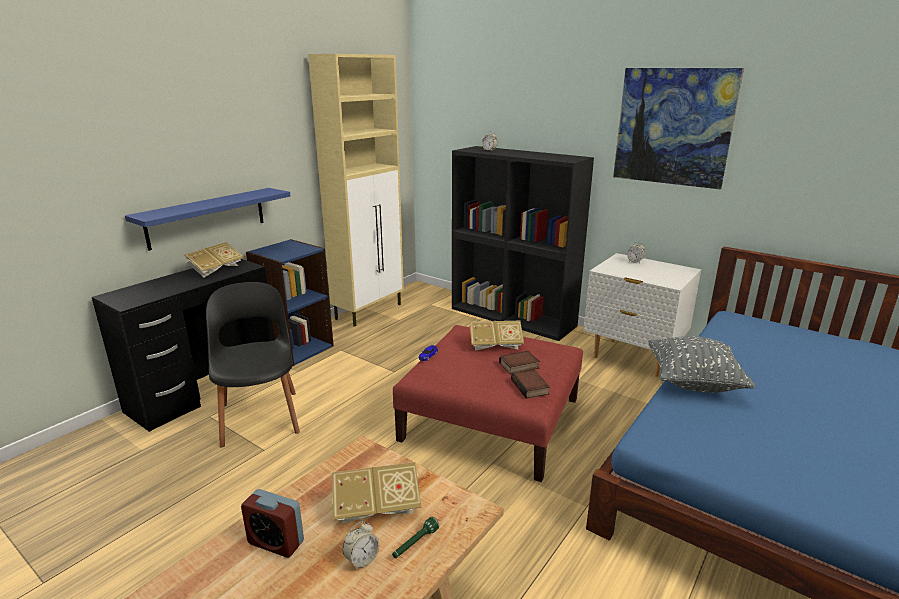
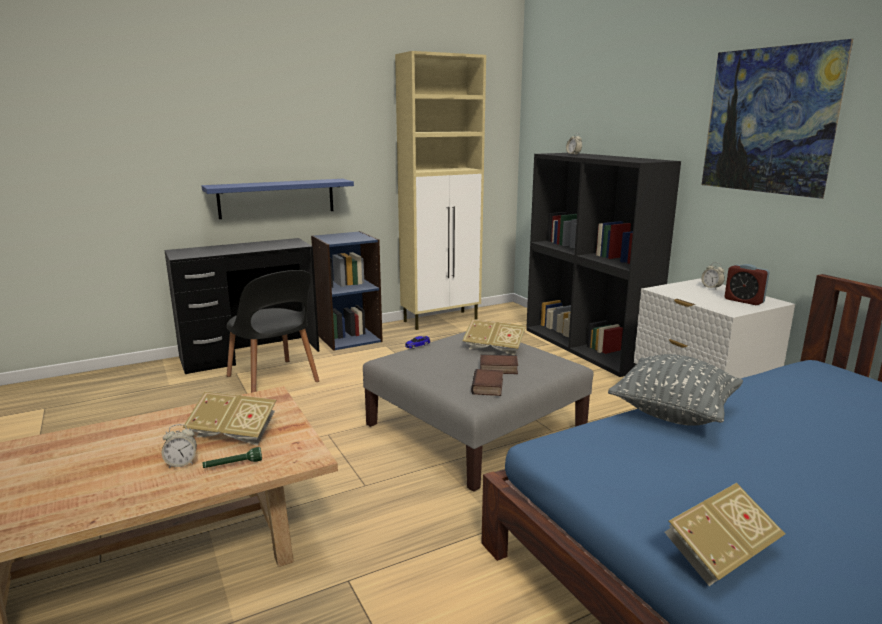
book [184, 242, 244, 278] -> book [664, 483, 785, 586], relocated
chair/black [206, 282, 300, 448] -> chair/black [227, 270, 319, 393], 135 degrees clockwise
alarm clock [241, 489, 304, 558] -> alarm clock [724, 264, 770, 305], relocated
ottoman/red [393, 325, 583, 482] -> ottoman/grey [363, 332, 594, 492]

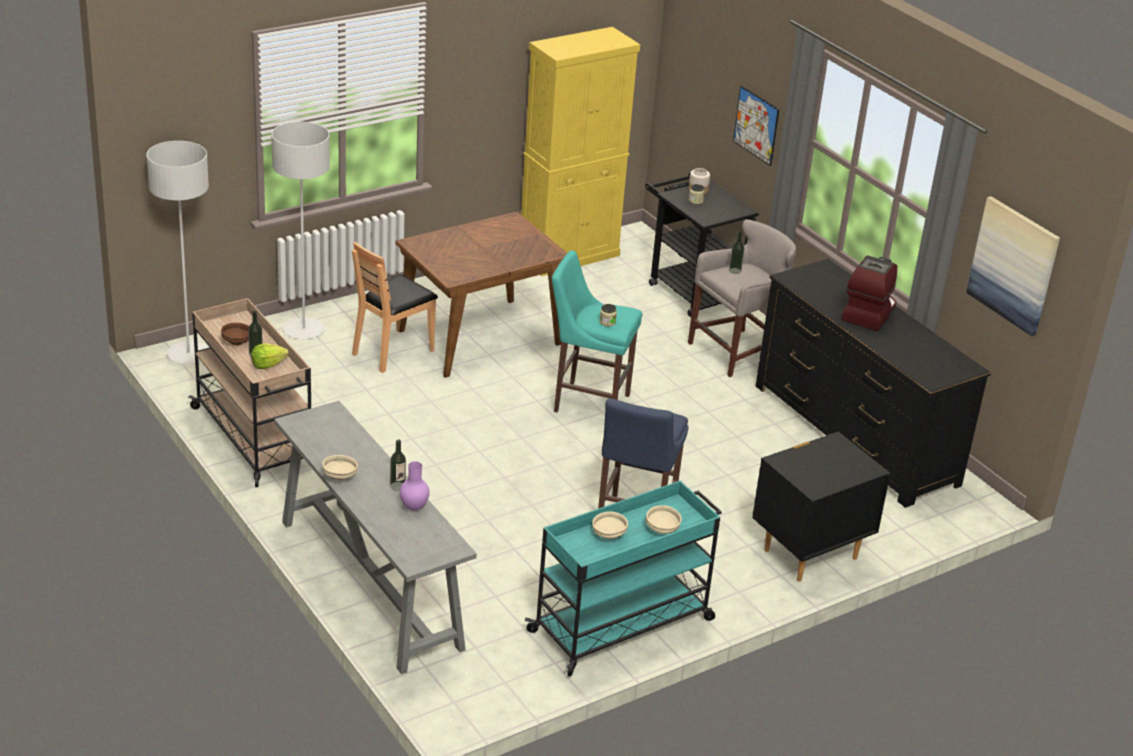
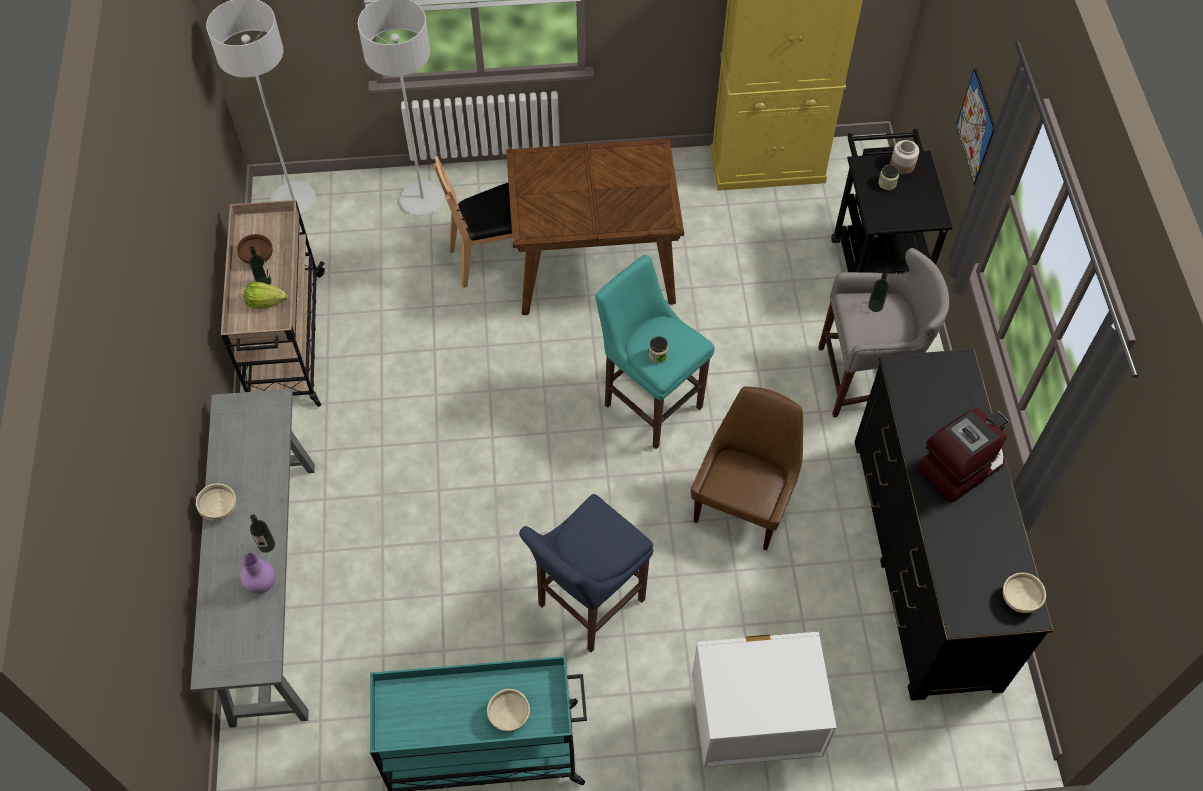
bowl/beige [592, 511, 628, 539] -> bowl/beige [1003, 573, 1046, 613], relocated
nightstand/black [752, 431, 890, 582] -> nightstand/white [692, 631, 837, 767]
picture [966, 196, 1060, 336] -> none
none -> chair/brown [691, 387, 803, 551]

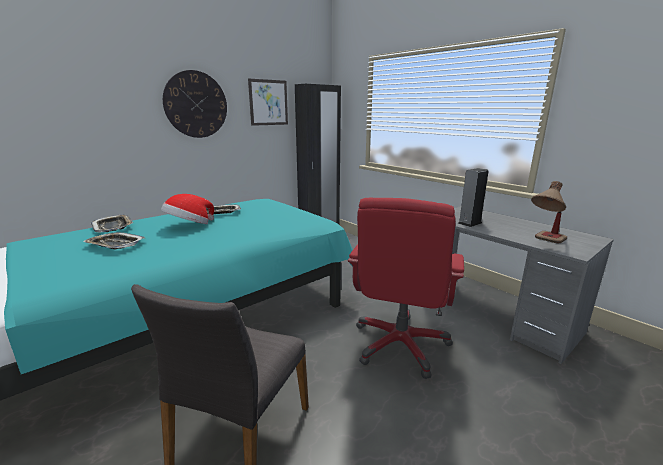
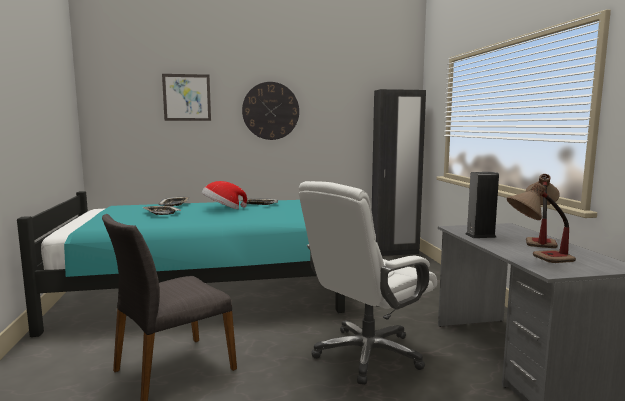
picture [248, 79, 288, 126] -> picture [162, 74, 211, 121], relocated
office chair/red [348, 198, 464, 379] -> office chair/white [299, 181, 437, 385]
none -> table lamp [526, 174, 560, 248]

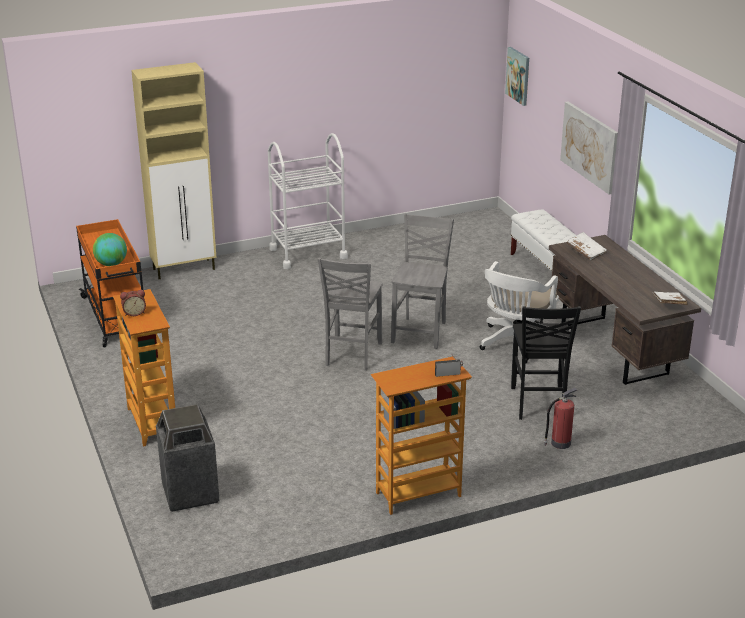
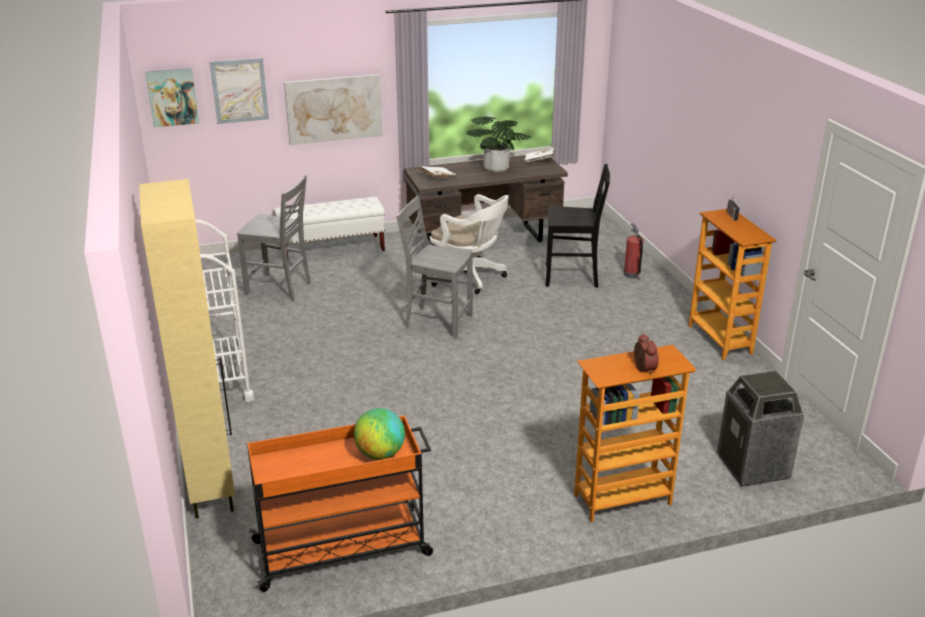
chair/grey [318, 258, 383, 370] -> chair/grey [237, 175, 311, 301], relocated
none -> picture [210, 58, 269, 124]
none -> potted plant [466, 117, 532, 173]

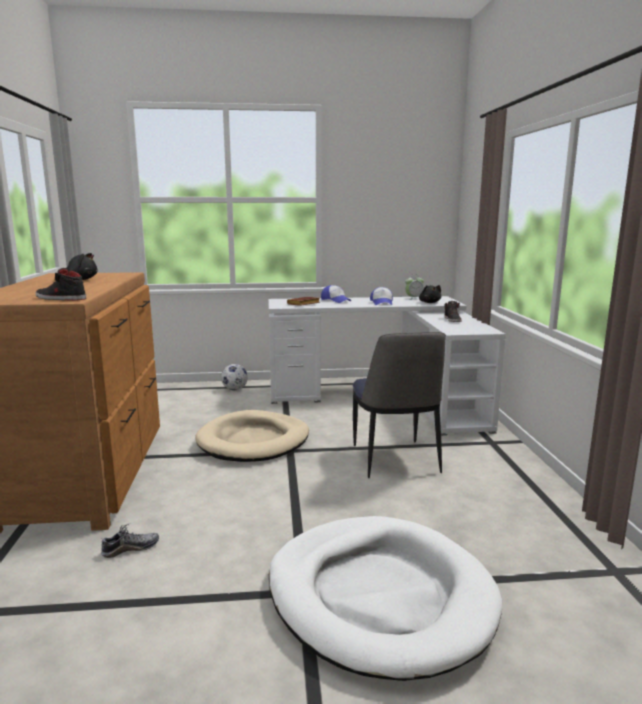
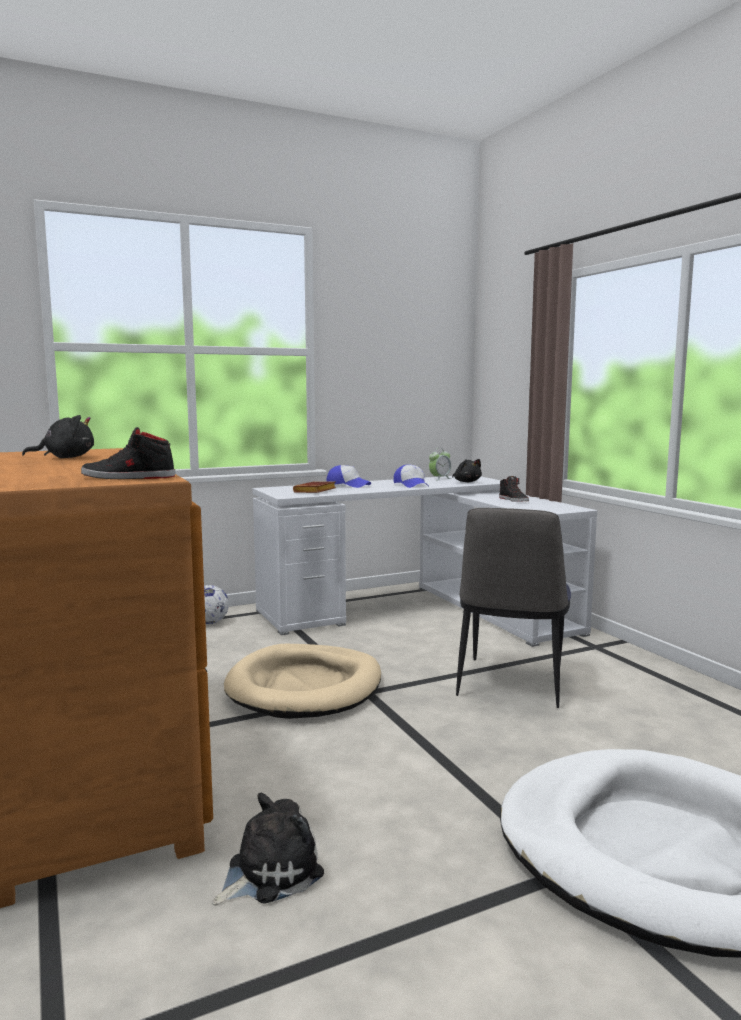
shoe [101, 524, 159, 558] -> plush toy [212, 792, 324, 906]
chair [353, 332, 446, 478] -> chair [456, 508, 571, 708], 45 degrees clockwise

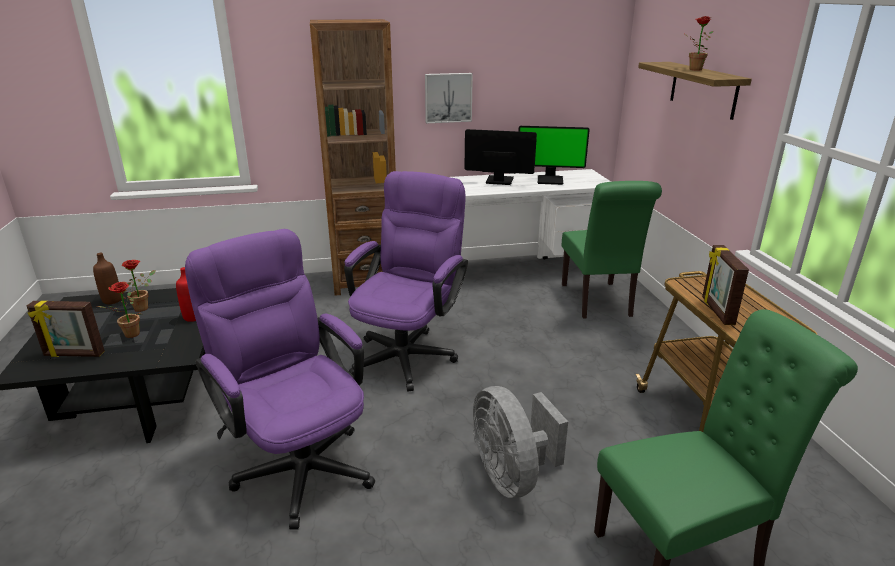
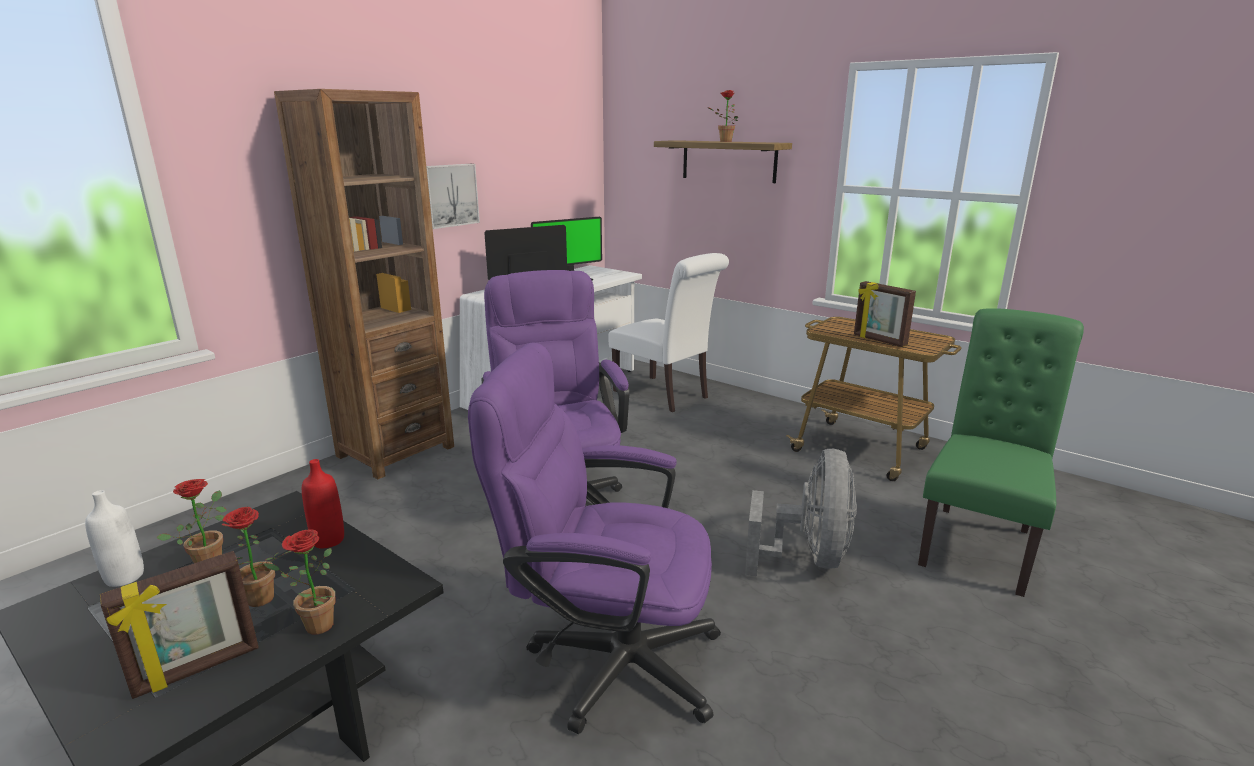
bottle/brown [93, 253, 122, 304] -> bottle/white [85, 490, 144, 587]
fan/grey [473, 386, 568, 498] -> fan/grey [745, 449, 857, 577], 105 degrees counterclockwise
chair/green [562, 181, 662, 319] -> chair/white [608, 253, 729, 412]
none -> potted plant [264, 529, 335, 635]

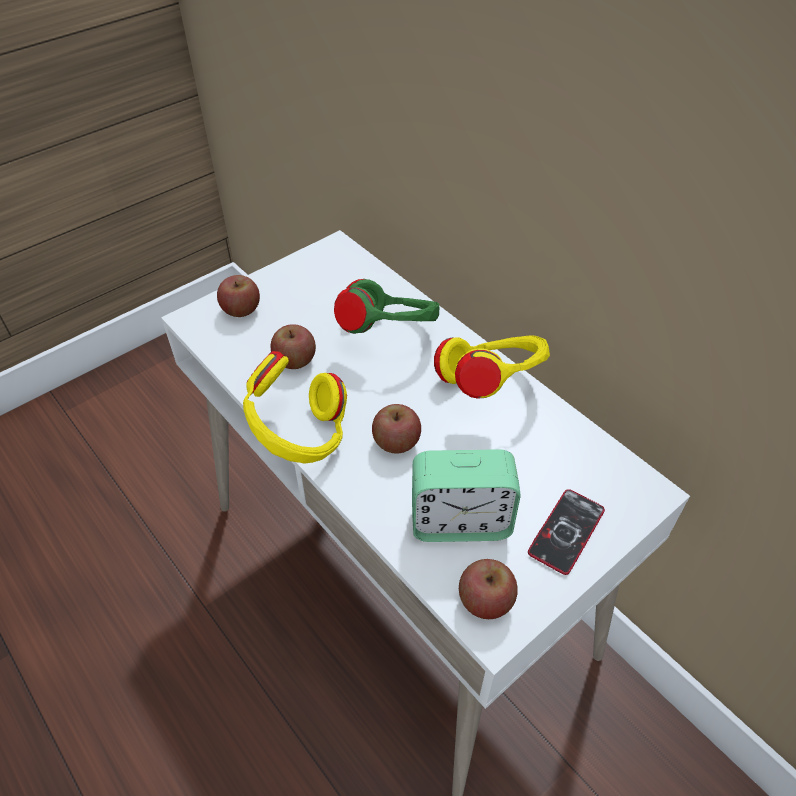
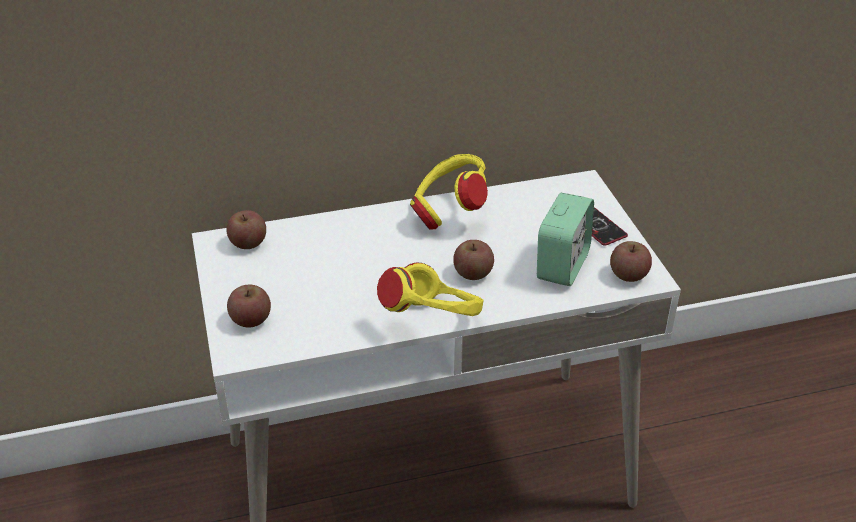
apple [270, 324, 316, 369] -> apple [226, 210, 266, 249], relocated
headphones/green [334, 279, 439, 334] -> none

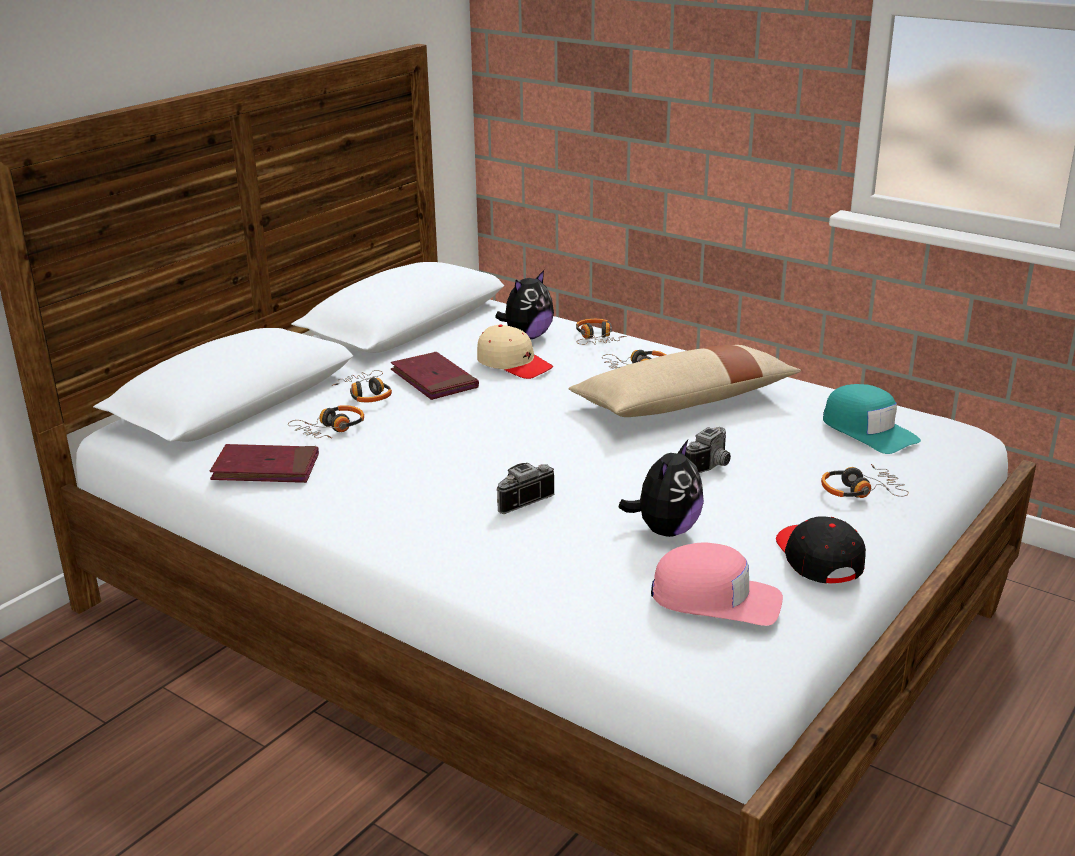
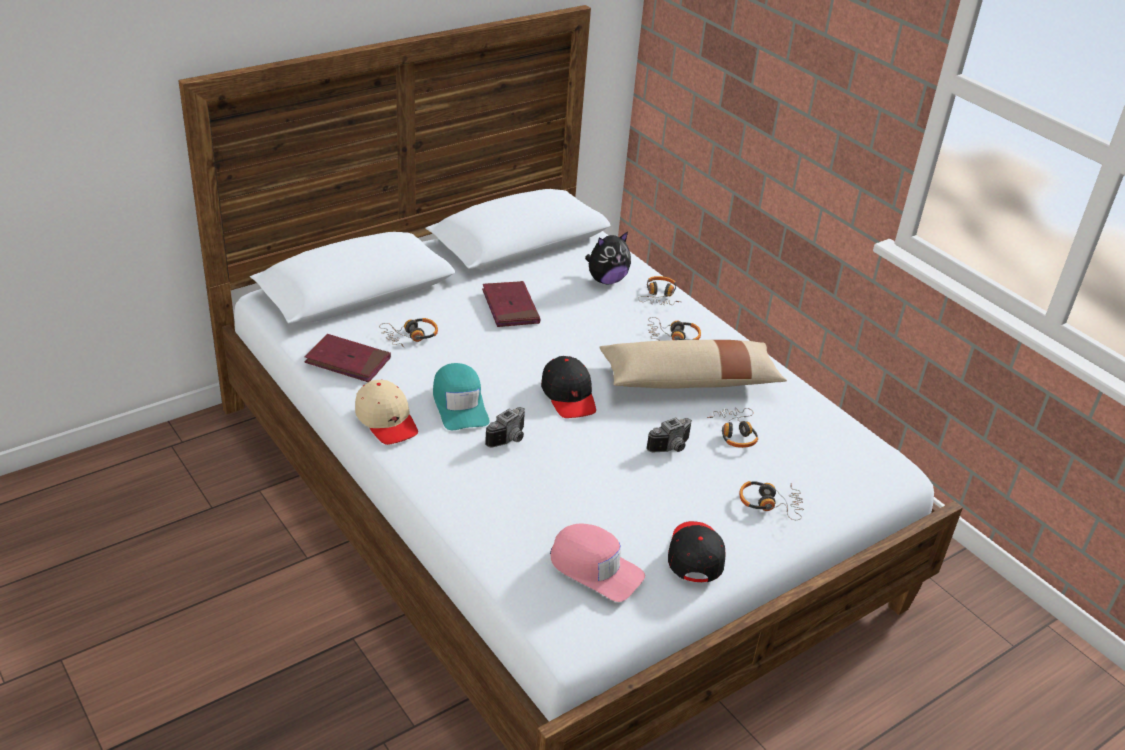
headphones [332, 370, 392, 402] -> headphones [707, 407, 758, 448], relocated
cap/beige [477, 325, 553, 379] -> cap/beige [355, 379, 418, 445], relocated
photo camera [497, 463, 554, 514] -> photo camera [485, 407, 525, 448], 150 degrees clockwise
plush toy [618, 440, 704, 537] -> none
cap/turquoise [823, 384, 921, 454] -> cap/turquoise [433, 363, 490, 430], relocated
none -> cap/black [541, 356, 596, 418]

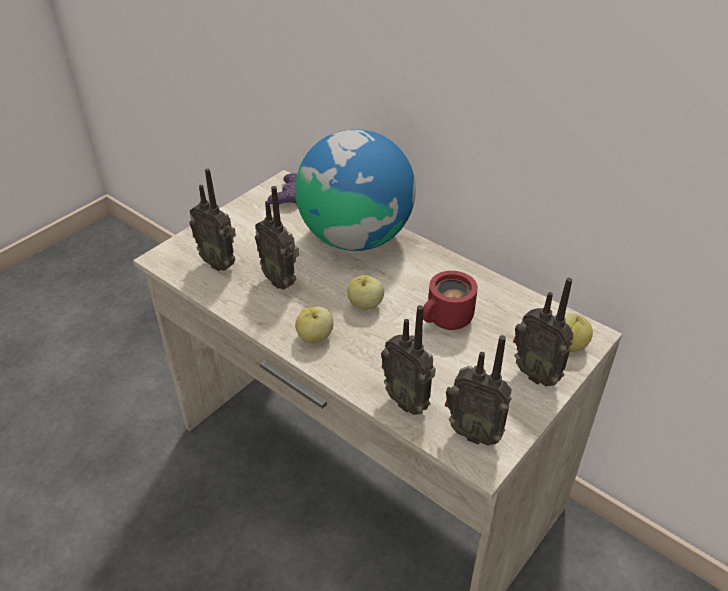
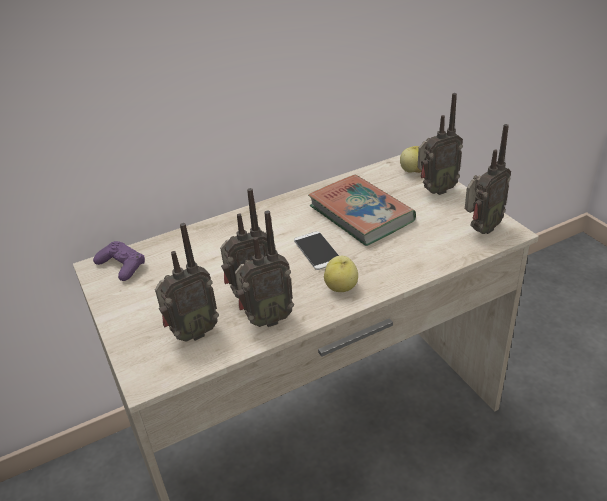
globe [295, 129, 416, 251] -> none
apple [348, 275, 384, 309] -> phone [294, 231, 339, 270]
radio [381, 305, 436, 415] -> radio [235, 211, 294, 327], relocated
mug/red [423, 271, 478, 330] -> book [308, 175, 416, 246]

